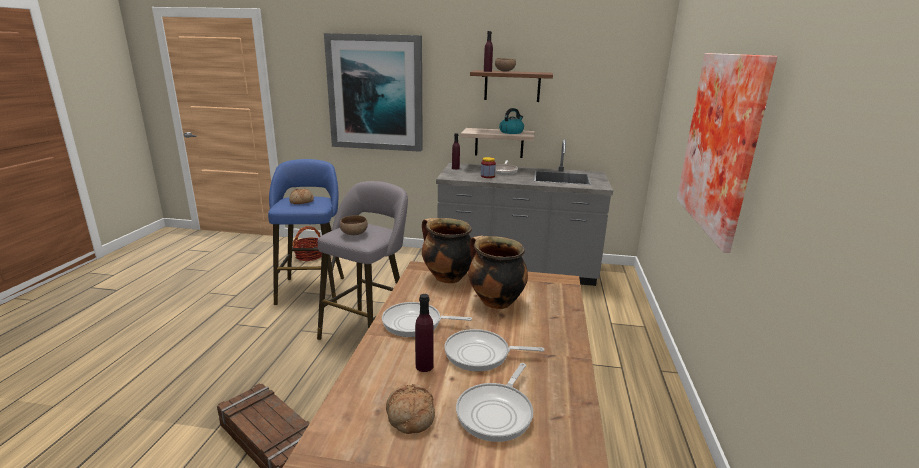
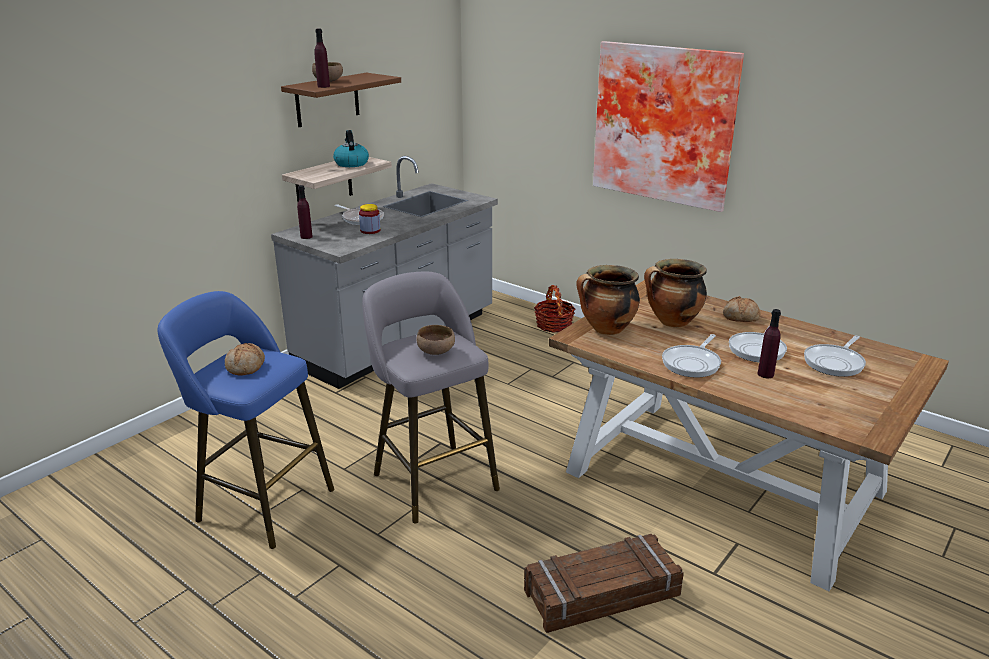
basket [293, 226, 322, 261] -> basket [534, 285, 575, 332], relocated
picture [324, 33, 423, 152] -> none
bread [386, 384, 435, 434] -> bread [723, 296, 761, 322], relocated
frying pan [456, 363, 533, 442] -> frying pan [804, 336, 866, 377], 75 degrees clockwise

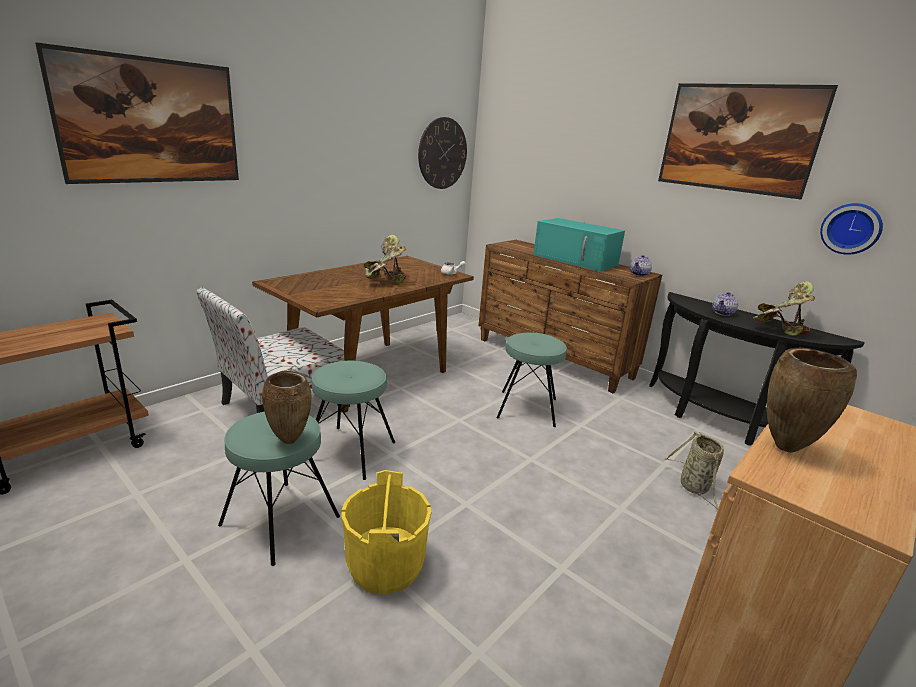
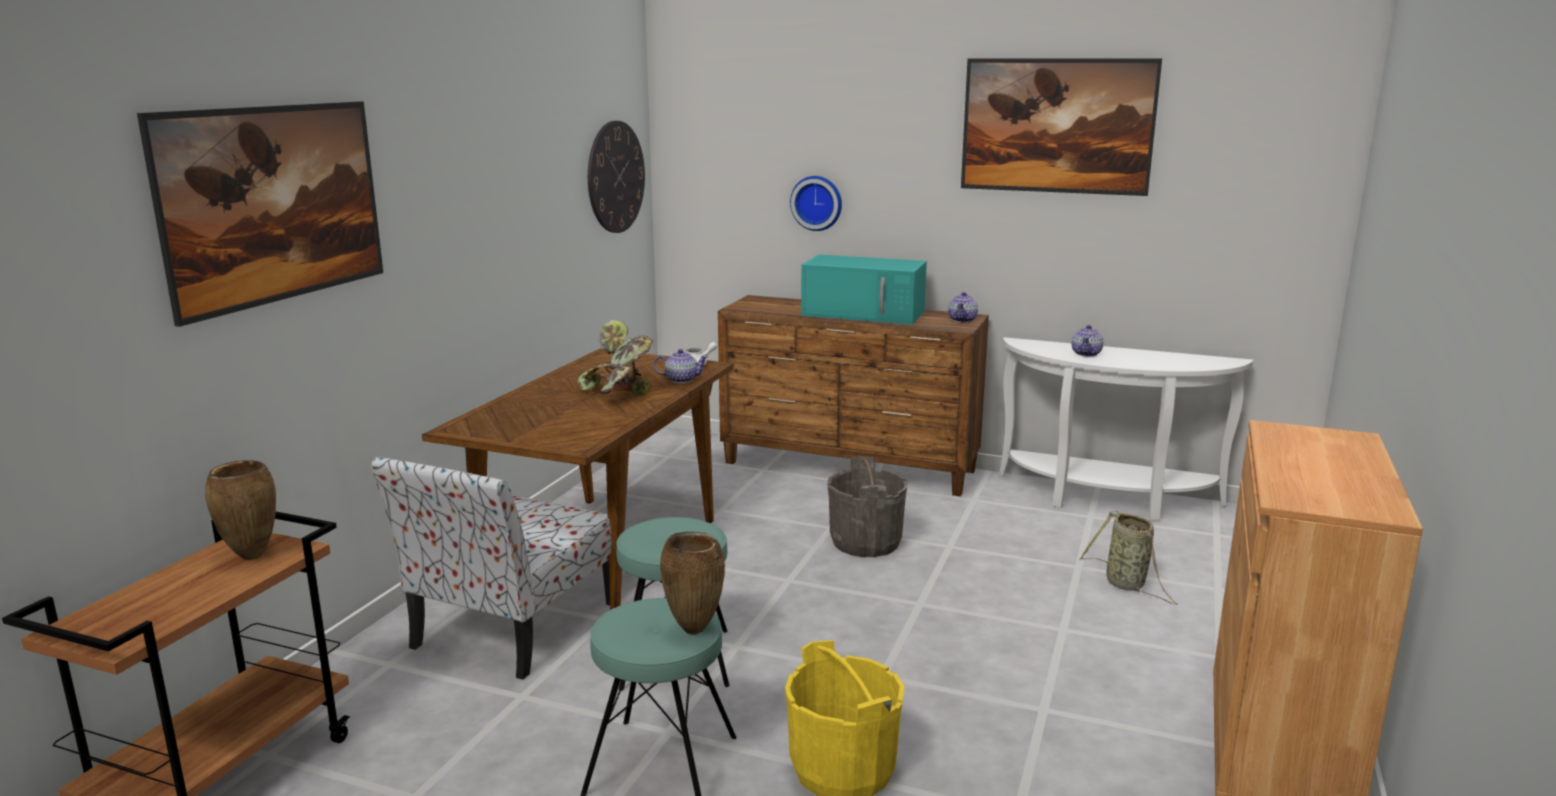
stool/turquoise [496, 332, 567, 427] -> bucket/grey [827, 456, 908, 557]
console table/black [649, 292, 865, 446] -> console table/white [999, 337, 1253, 521]
potted plant [753, 281, 815, 336] -> none
vase/brown [767, 348, 857, 453] -> vase/brown [205, 460, 276, 560], relocated
wall clock [820, 203, 883, 255] -> wall clock [790, 176, 842, 231], relocated
none -> teapot [654, 349, 708, 383]

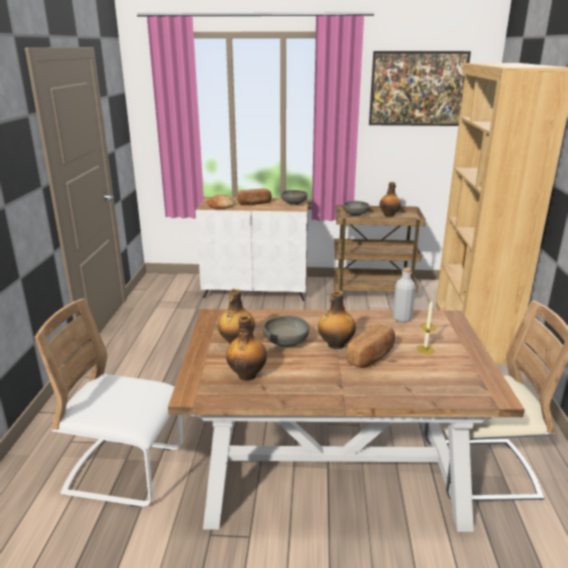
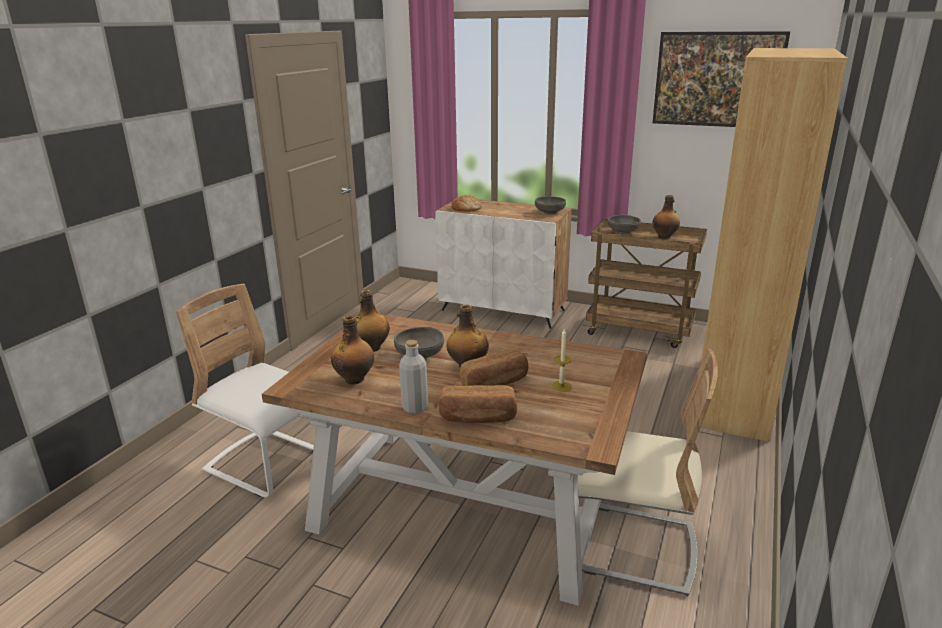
bread [237, 188, 272, 205] -> bread [439, 385, 517, 423], relocated
bottle/grey [393, 267, 416, 323] -> bottle/grey [399, 340, 428, 414], relocated

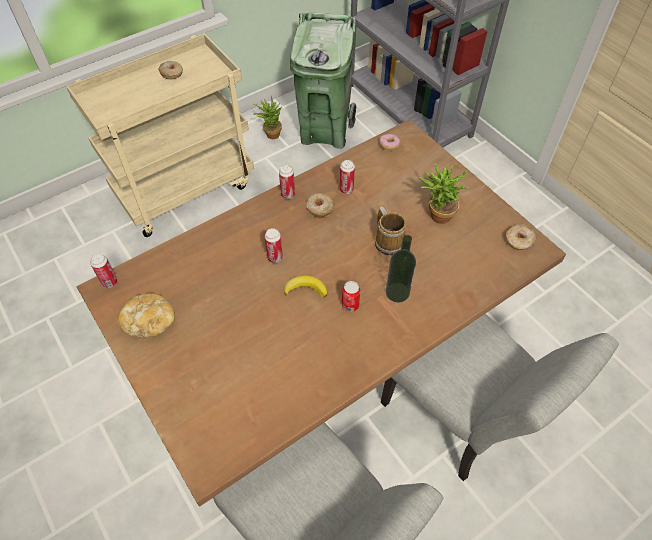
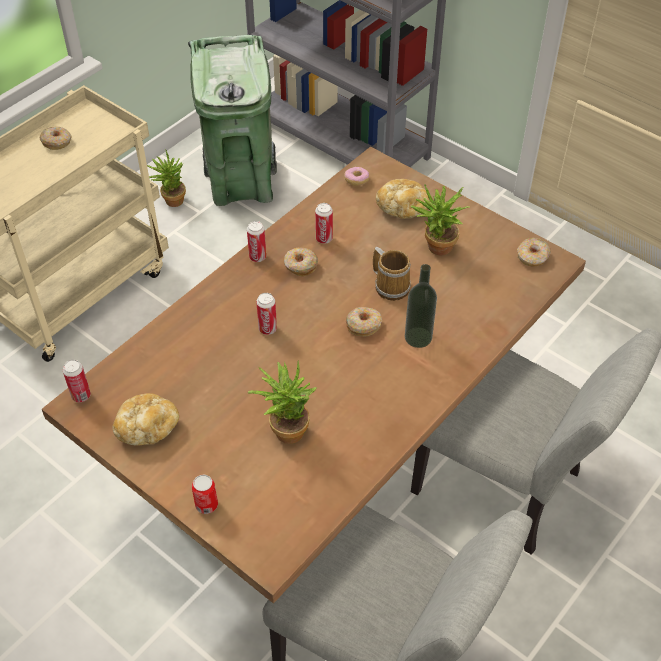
banana [284, 275, 328, 298] -> none
can [342, 281, 360, 312] -> can [192, 475, 218, 514], relocated
none -> potted plant [247, 361, 317, 444]
none -> donut [346, 307, 382, 337]
none -> bread [376, 179, 430, 219]

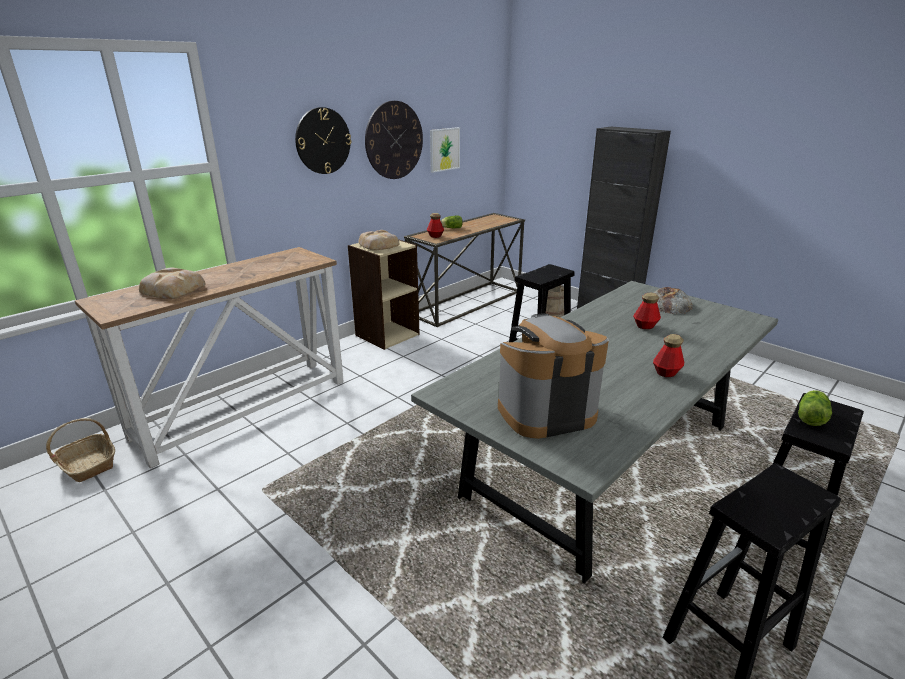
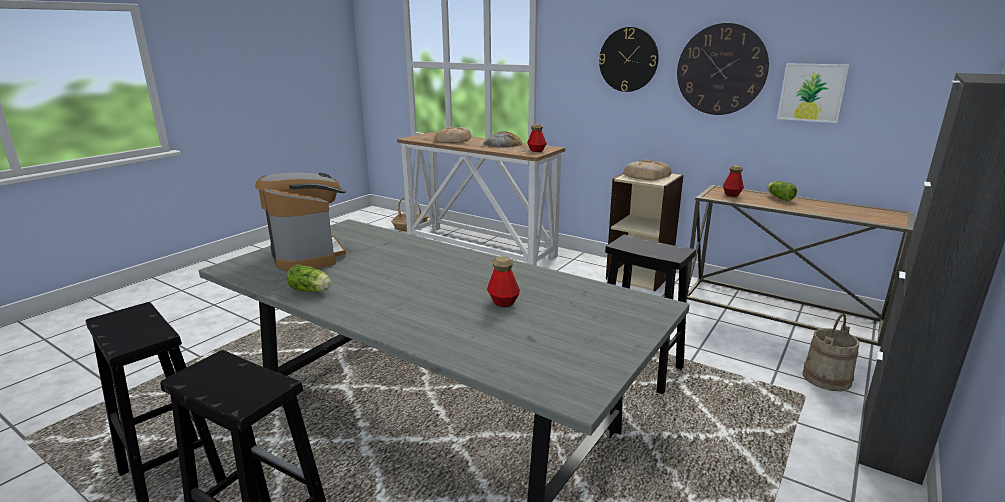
bottle [653, 334, 684, 377] -> bottle [527, 124, 547, 152], relocated
bread [654, 287, 693, 314] -> bread [483, 132, 523, 147], relocated
lettuce [798, 390, 832, 426] -> lettuce [286, 265, 331, 292], relocated

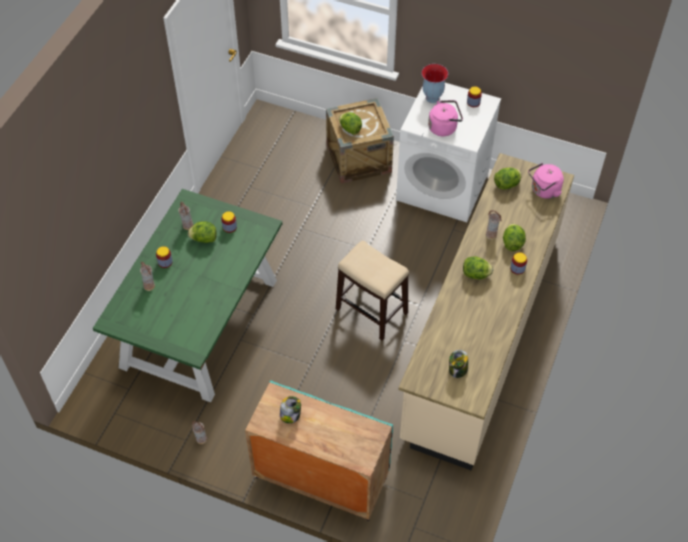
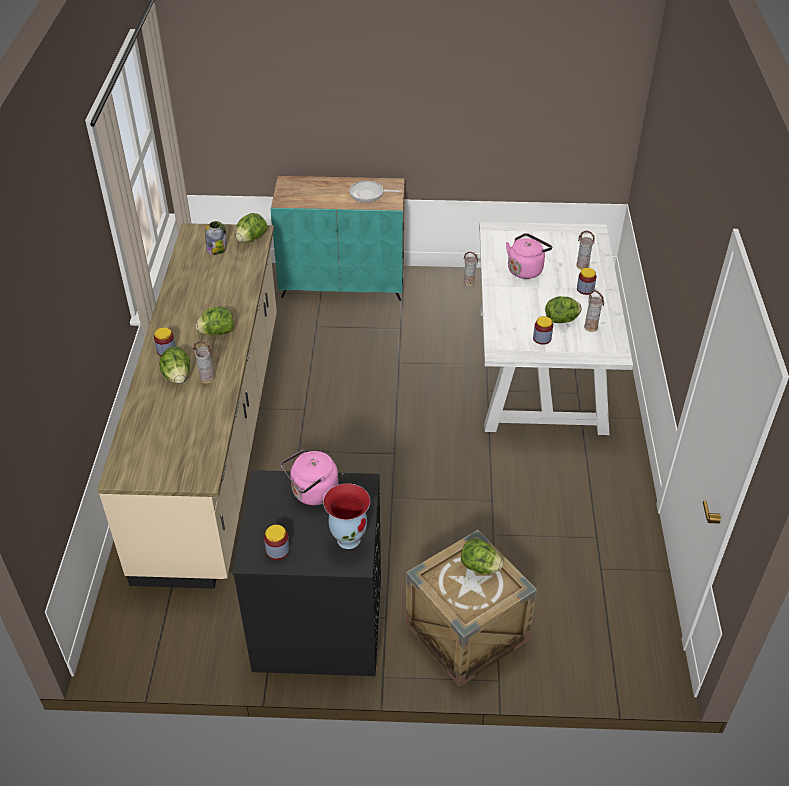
dining table/green [93, 189, 282, 402] -> dining table/white [479, 222, 633, 435]
jar [280, 396, 301, 423] -> frying pan [349, 181, 402, 202]
stool [336, 241, 409, 341] -> none
washing machine/white [396, 83, 501, 222] -> washing machine/black [232, 470, 381, 676]
lettuce [494, 167, 522, 189] -> lettuce [236, 213, 267, 242], relocated
kettle/pink [528, 163, 564, 199] -> kettle/pink [506, 233, 552, 279], relocated

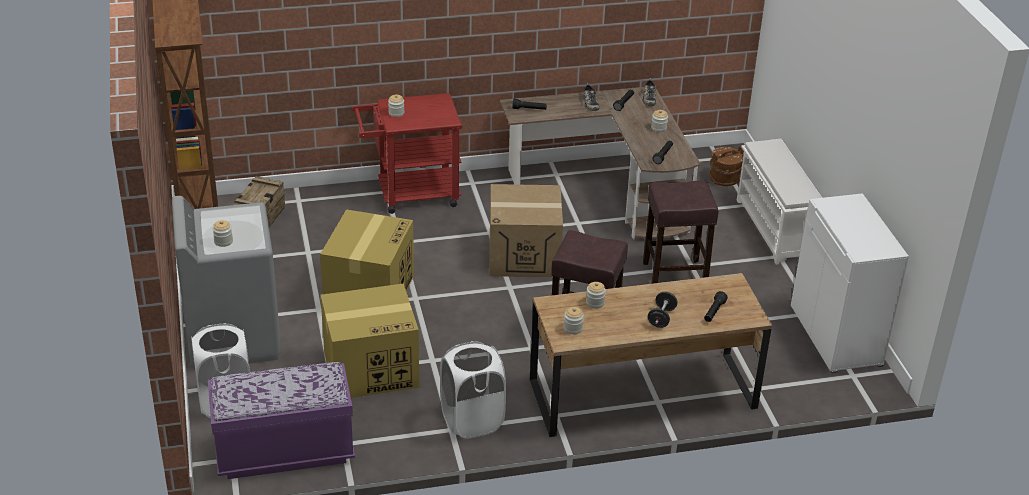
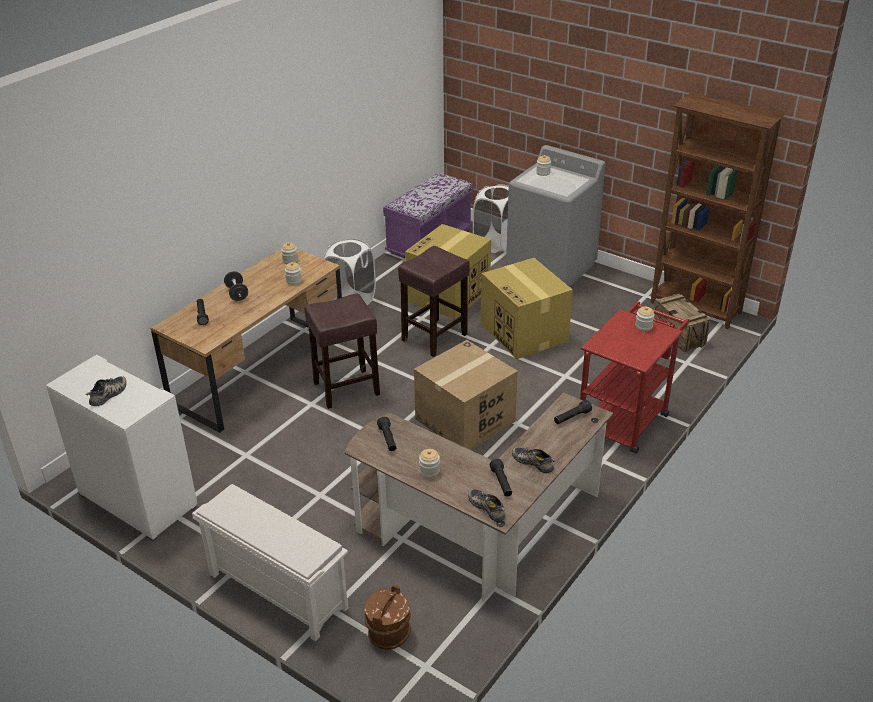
stool/brown [643, 180, 719, 284] -> stool/brown [398, 246, 470, 357], relocated
none -> shoe [86, 376, 126, 406]

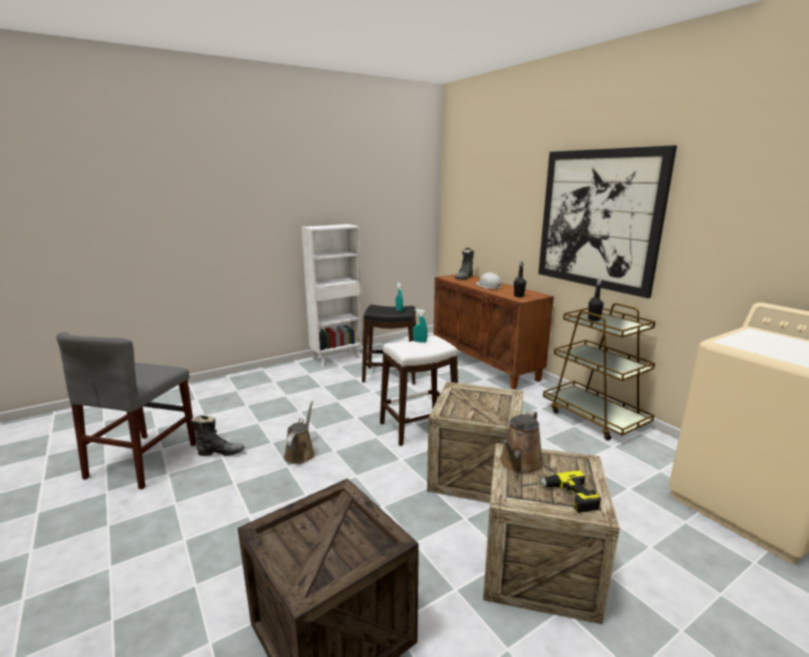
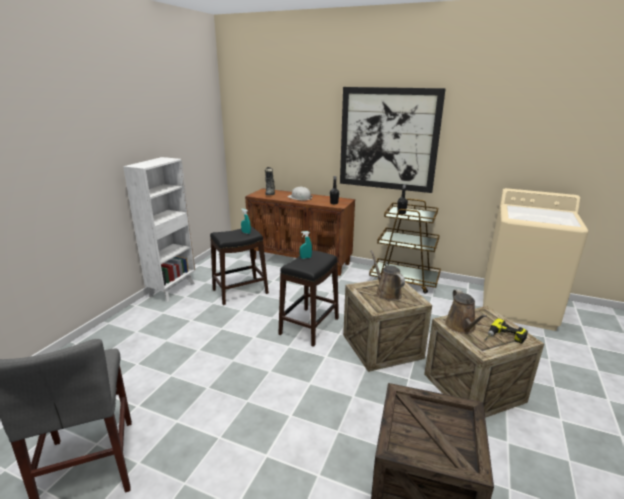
boot/black [191, 415, 245, 456] -> none
watering can/brown [284, 401, 315, 464] -> watering can/brown [371, 250, 405, 301], relocated
stool/white [380, 336, 458, 446] -> stool/black [278, 250, 339, 347]

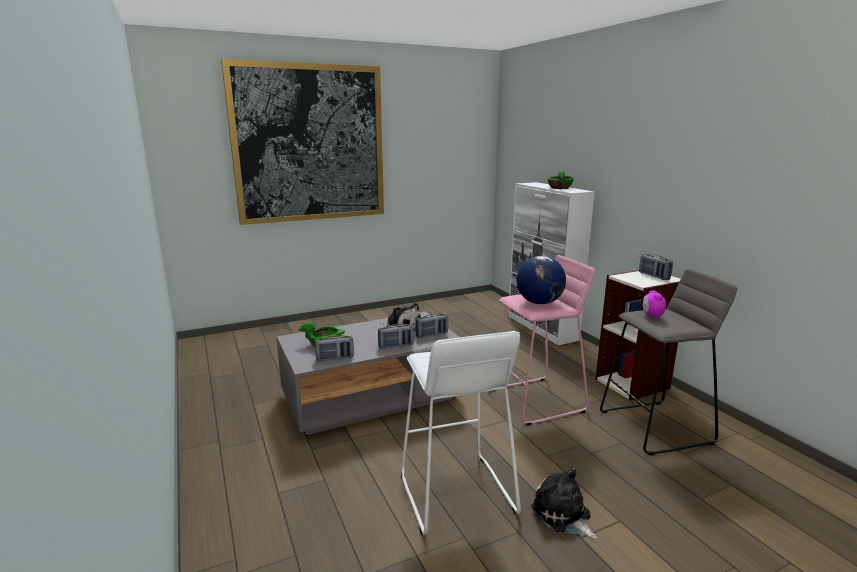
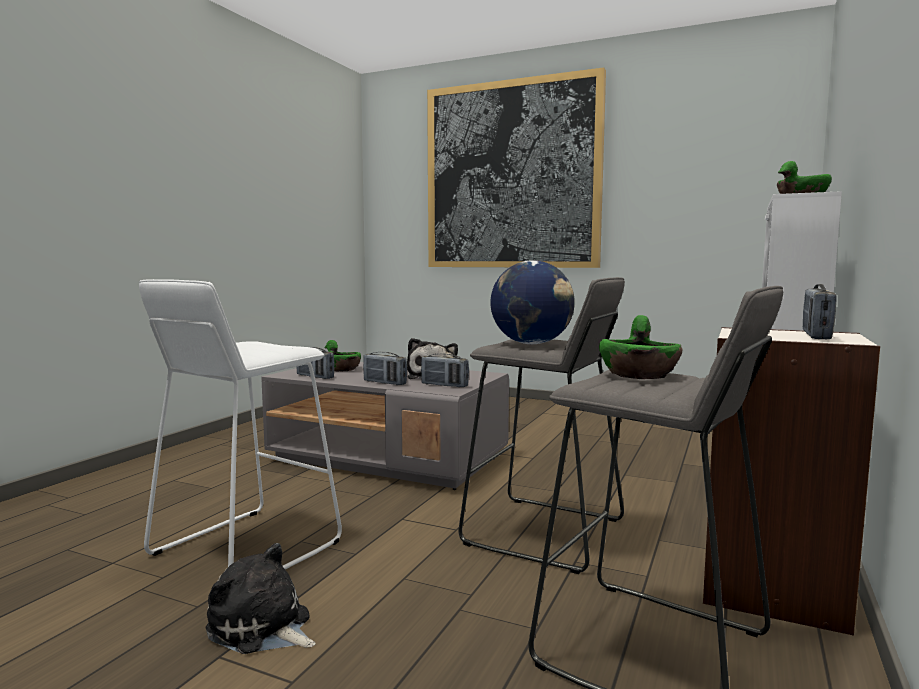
stool/pink [494, 255, 595, 425] -> stool/grey [458, 277, 625, 574]
plush toy [531, 467, 597, 539] -> plush toy [206, 543, 316, 654], 75 degrees counterclockwise
alarm clock [643, 291, 666, 319] -> bowl/green [599, 315, 682, 379]

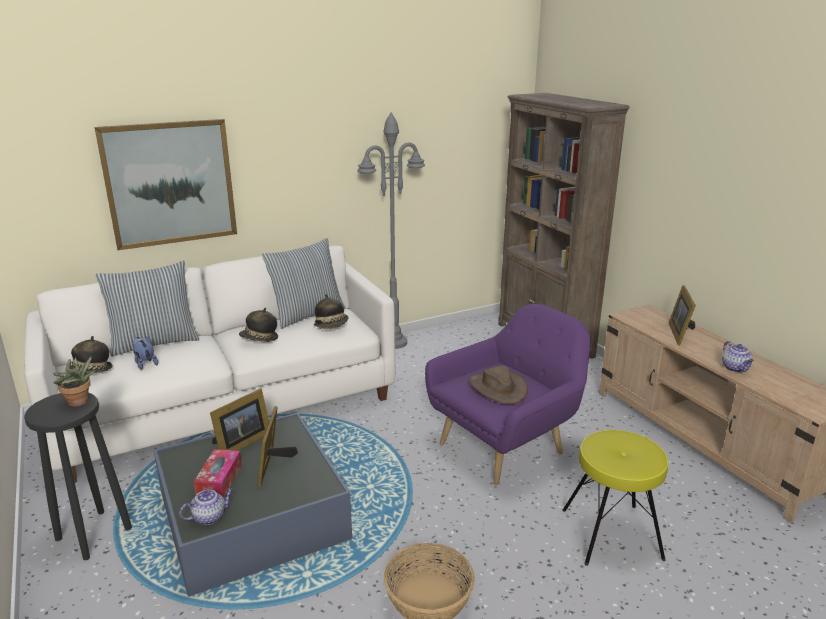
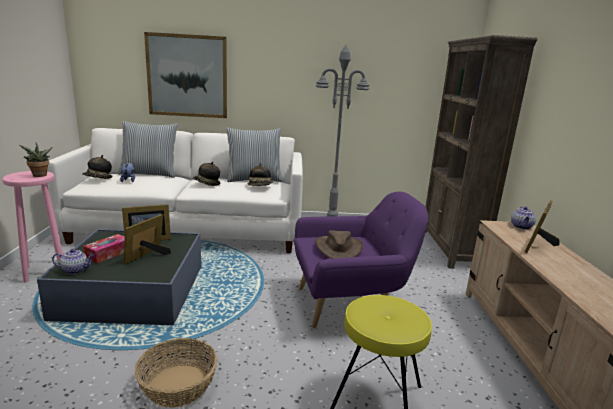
stool/black [24, 393, 132, 560] -> stool/pink [2, 171, 63, 282]
teapot [722, 341, 754, 372] -> teapot [511, 206, 536, 229], relocated

